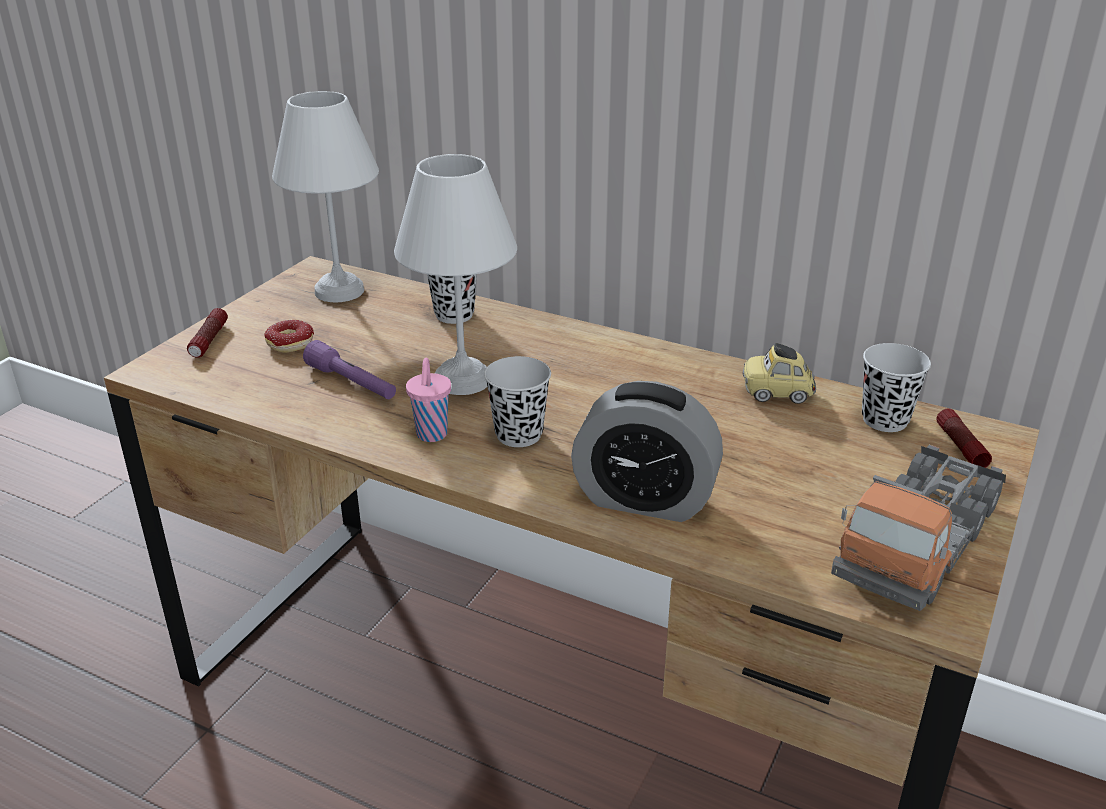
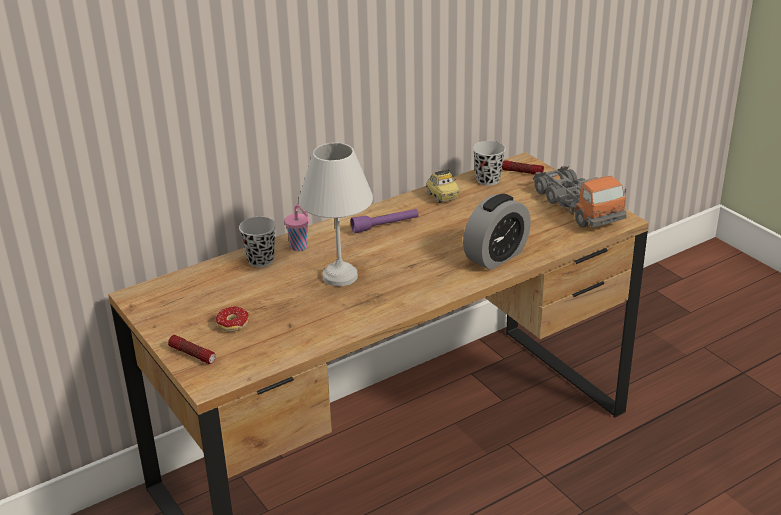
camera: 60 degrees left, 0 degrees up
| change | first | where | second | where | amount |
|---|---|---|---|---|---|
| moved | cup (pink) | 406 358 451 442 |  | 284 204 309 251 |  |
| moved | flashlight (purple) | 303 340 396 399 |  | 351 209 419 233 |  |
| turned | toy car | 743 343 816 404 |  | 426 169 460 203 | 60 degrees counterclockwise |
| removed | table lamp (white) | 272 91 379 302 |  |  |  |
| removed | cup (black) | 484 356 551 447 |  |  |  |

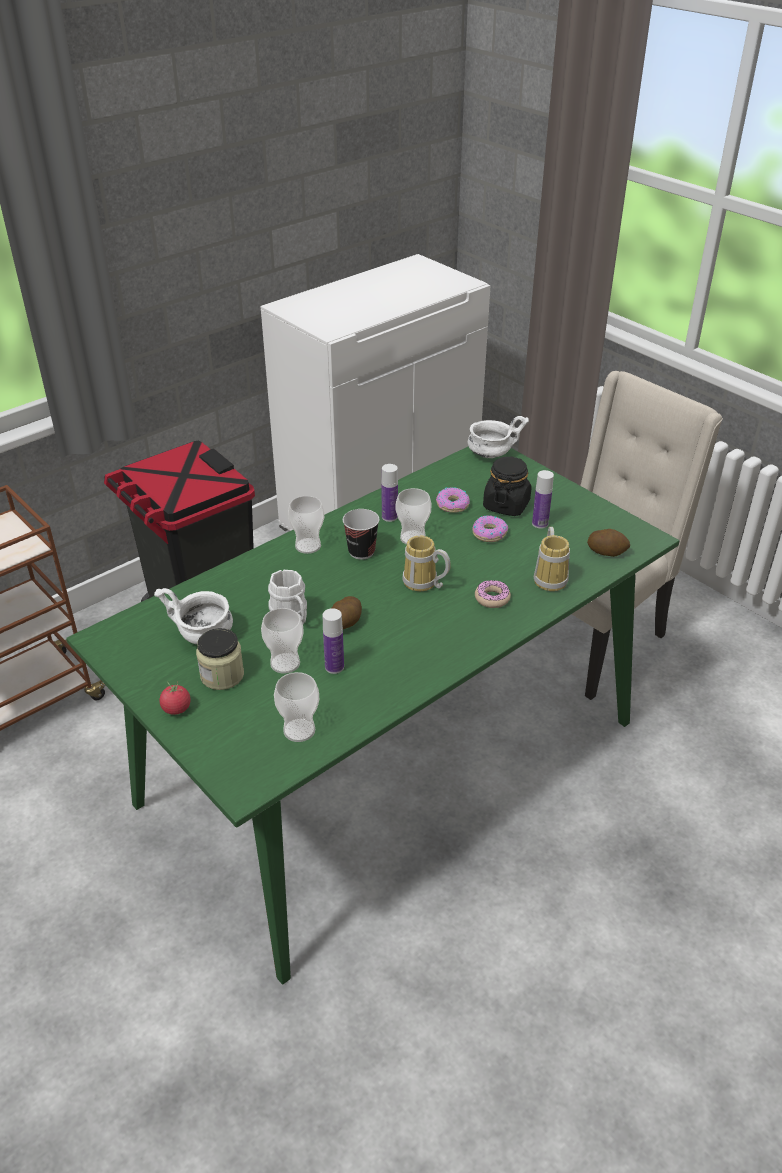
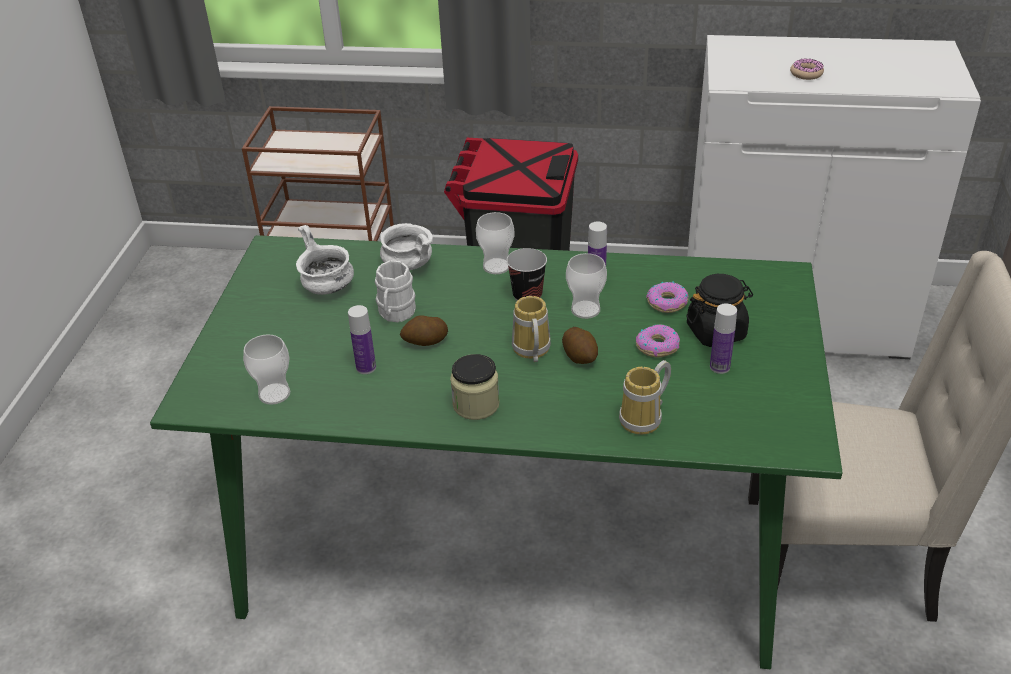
camera: 50 degrees right, 0 degrees up
| change | first | where | second | where | amount |
|---|---|---|---|---|---|
| moved | bowl (white) | 468 416 529 458 |  | 380 223 433 271 |  |
| moved | jar | 196 628 244 690 |  | 450 354 499 420 |  |
| moved | potato | 587 529 630 557 |  | 562 327 598 364 |  |
| moved | donut | 475 580 511 608 |  | 790 59 824 80 |  |
| removed | tomato | 160 682 191 715 |  |  |  |
| removed | cup | 261 608 304 674 |  |  |  |

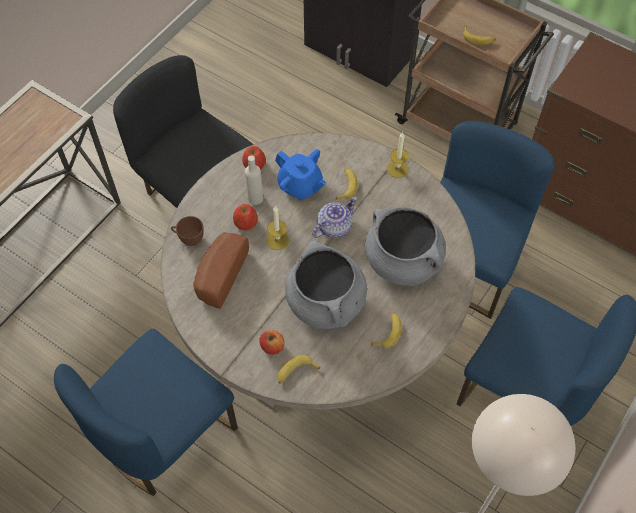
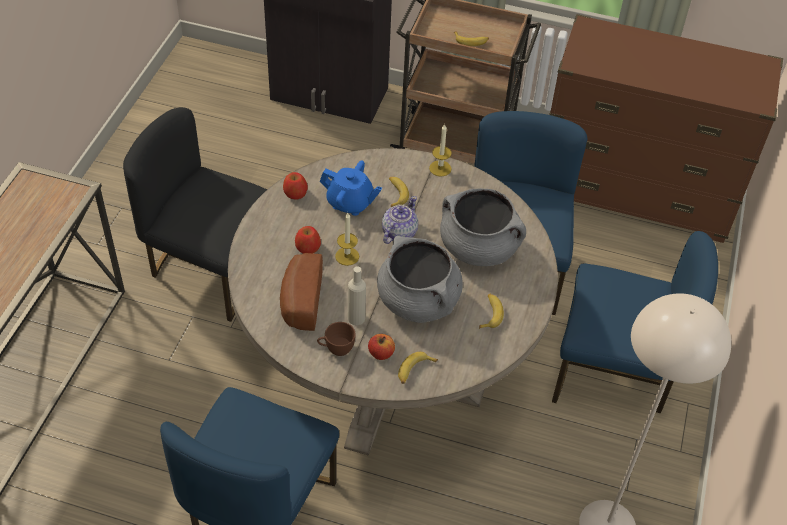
camera: 20 degrees left, 10 degrees down
| change | first | where | second | where | amount |
|---|---|---|---|---|---|
| moved | cup (brown) | 171 216 204 246 |  | 317 322 356 356 |  |
| moved | bottle (beige) | 245 155 263 205 |  | 348 266 366 325 |  |

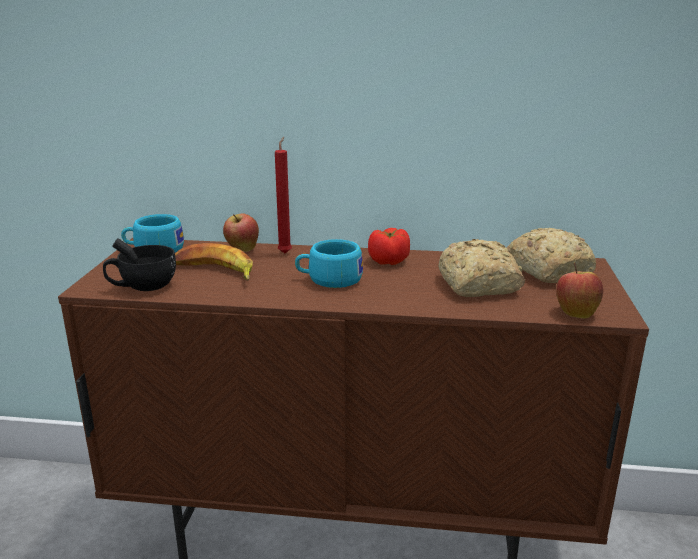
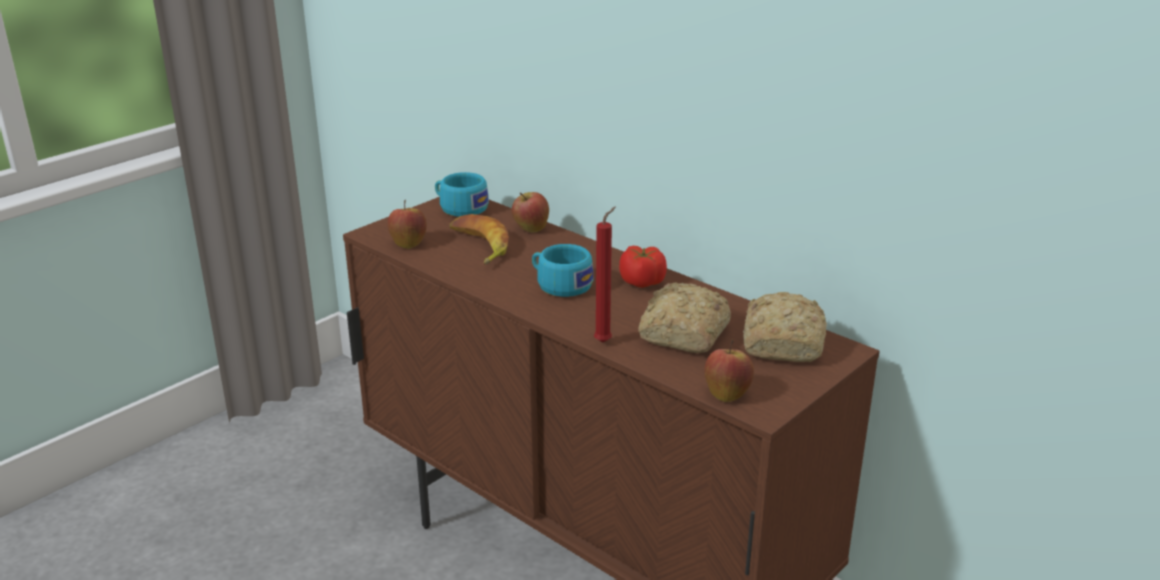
camera: 35 degrees right, 5 degrees up
| change | first | where | second | where | amount |
|---|---|---|---|---|---|
| replaced | cup (black) | 103 238 176 291 | apple | 388 200 427 249 |  |
| moved | candle (red) | 275 136 292 253 |  | 594 207 616 342 |  |

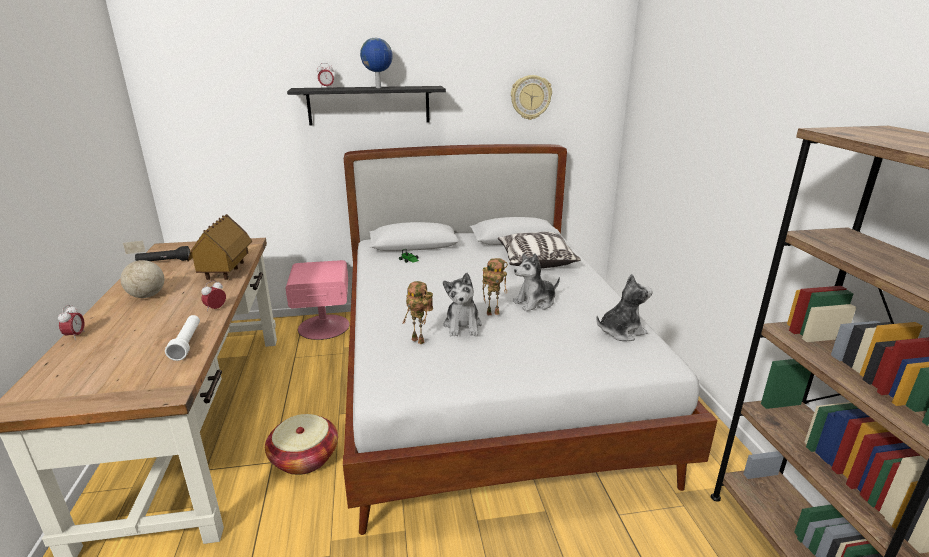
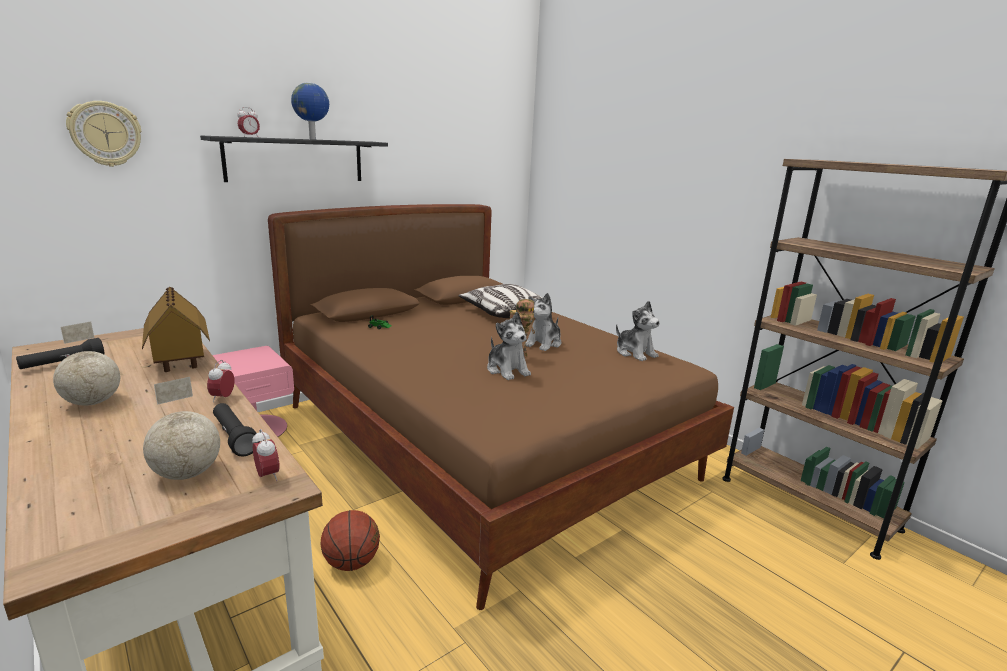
camera: 30 degrees left, 5 degrees down
| change | first | where | second | where | amount |
|---|---|---|---|---|---|
| moved | wall clock | 511 75 552 120 |  | 66 101 141 167 |  |
| added |  |  | globe | 143 377 220 480 |  |
| recoloured | flashlight (white) | 165 315 200 361 | flashlight (black) | 213 403 260 456 |  |
| moved | alarm clock | 58 305 85 340 |  | 252 429 280 481 |  |
| recoloured | bed (white) | 343 144 718 535 | bed (brown) | 268 204 734 610 |  |
| replaced | basket | 265 414 338 475 | basketball | 320 510 380 571 |  |
| turned | plush toy | 596 274 652 341 |  | 616 301 660 361 | 105 degrees clockwise |
| removed | toy robot | 402 281 433 345 |  |  |  |

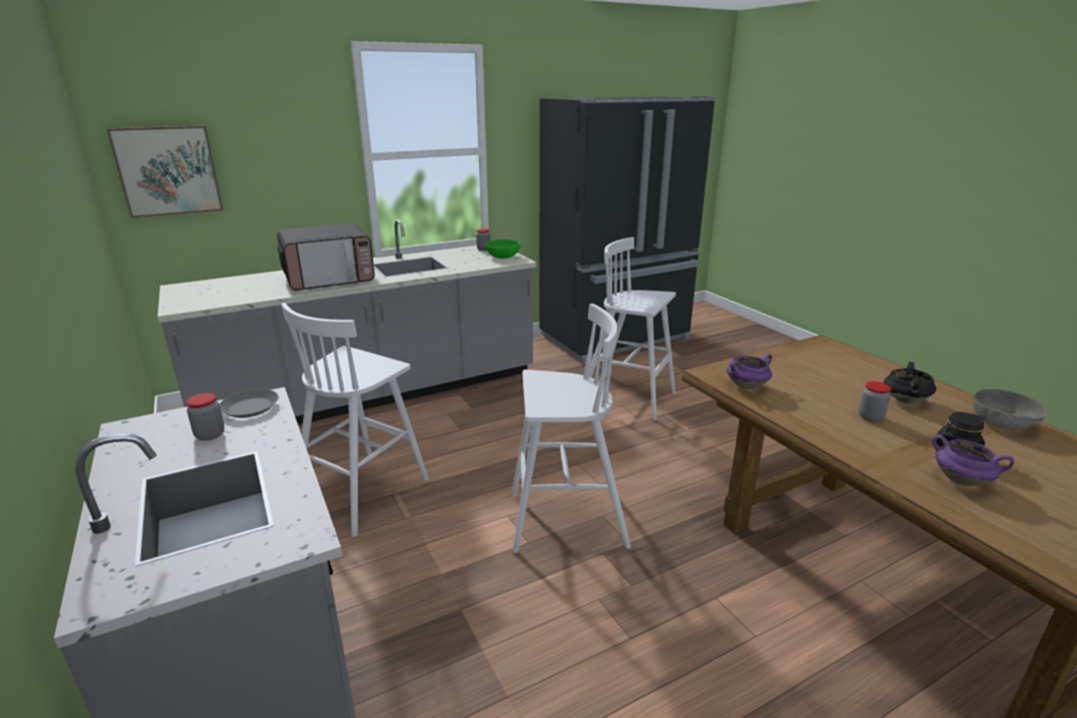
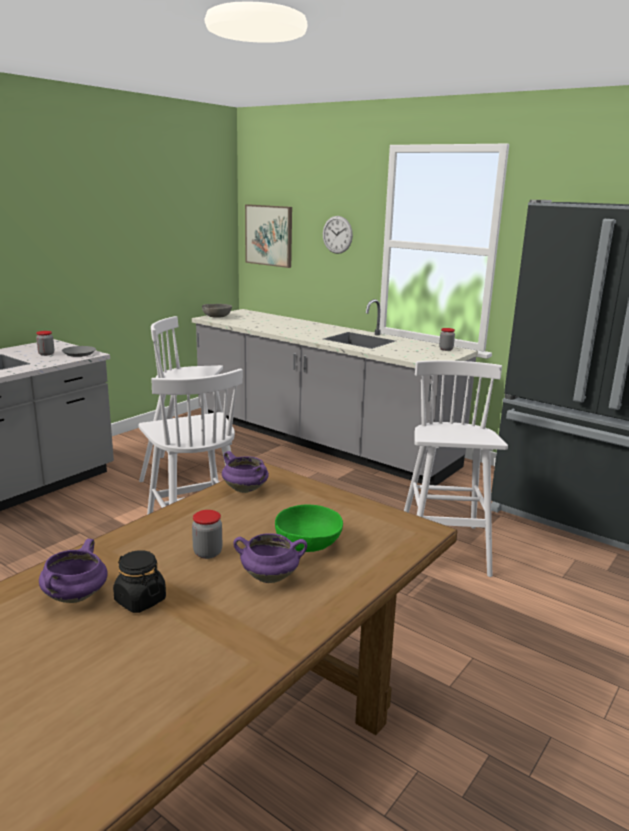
camera: 65 degrees right, 5 degrees down
| change | first | where | second | where | amount |
|---|---|---|---|---|---|
| moved | bowl (grey) | 973 389 1048 430 |  | 202 304 232 318 |  |
| recoloured | cooking pot (black) | 884 362 936 404 | cooking pot (purple) | 233 533 307 583 |  |
| moved | bowl (green) | 485 239 521 259 |  | 275 504 343 552 |  |
| added |  |  | wall clock | 323 216 353 254 |  |
| removed | microwave | 277 223 375 290 |  |  |  |

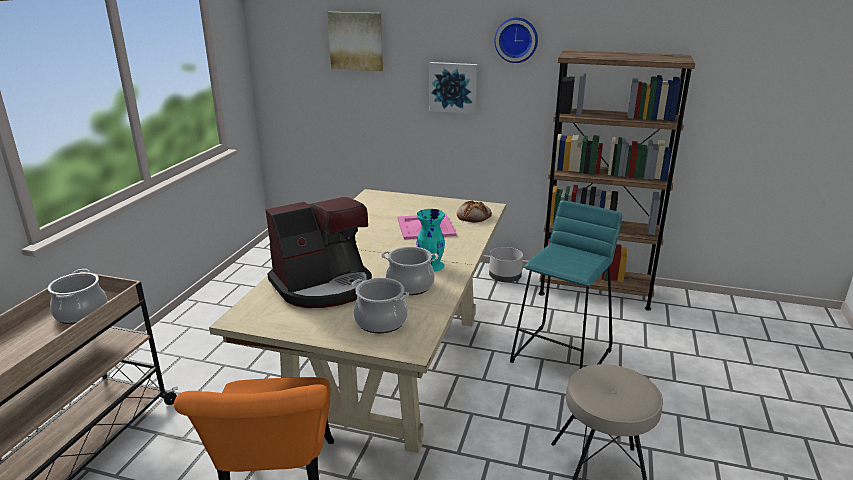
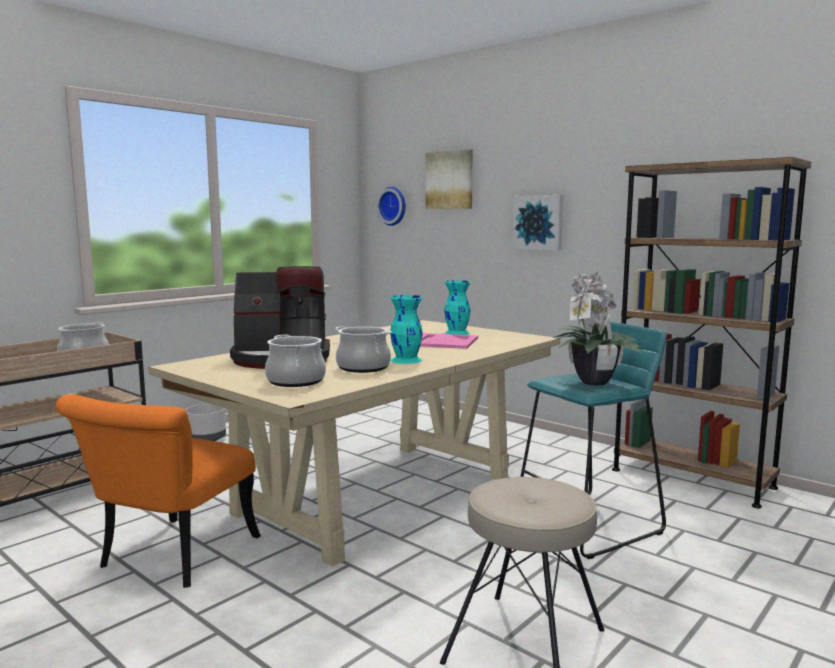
camera: 25 degrees right, 15 degrees down
| change | first | where | second | where | amount |
|---|---|---|---|---|---|
| moved | planter (grey) | 489 247 523 282 |  | 185 404 226 441 |  |
| moved | wall clock | 494 18 538 63 |  | 377 187 406 226 |  |
| added |  |  | vase (turquoise) | 444 280 471 335 |  |
| added |  |  | potted plant | 549 272 641 386 |  |
| removed | bread | 457 201 492 222 |  |  |  |

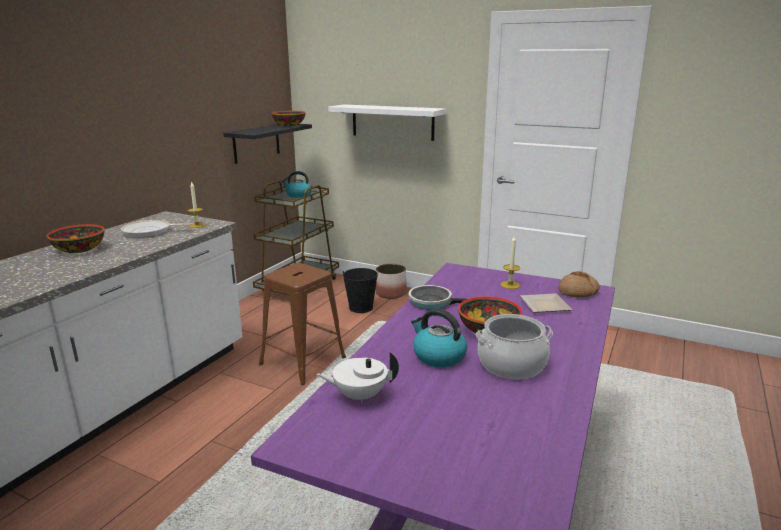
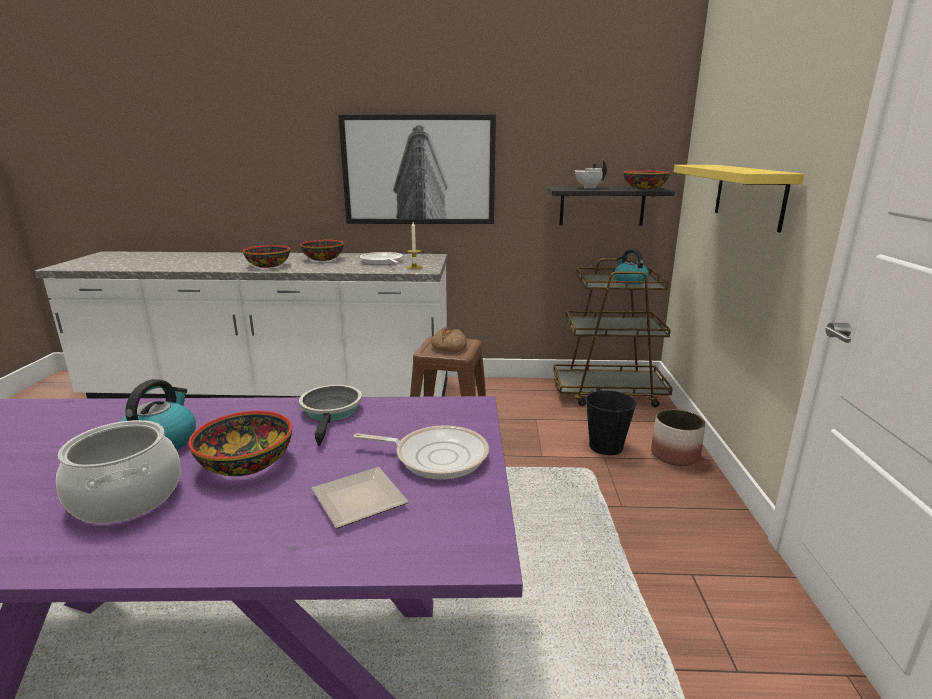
camera: 65 degrees right, 0 degrees up
| change | first | where | second | where | amount |
|---|---|---|---|---|---|
| added |  |  | bowl | 243 245 290 268 |  |
| added |  |  | picture | 338 114 496 224 |  |
| replaced | candle | 501 236 520 289 | frying pan | 354 425 489 479 |  |
| moved | bread | 558 271 599 297 |  | 431 327 467 352 |  |
| moved | teapot (white) | 317 352 399 404 |  | 574 160 607 189 |  |
| recoloured | shelf (white) | 328 104 446 141 | shelf (yellow) | 674 165 804 233 |  |

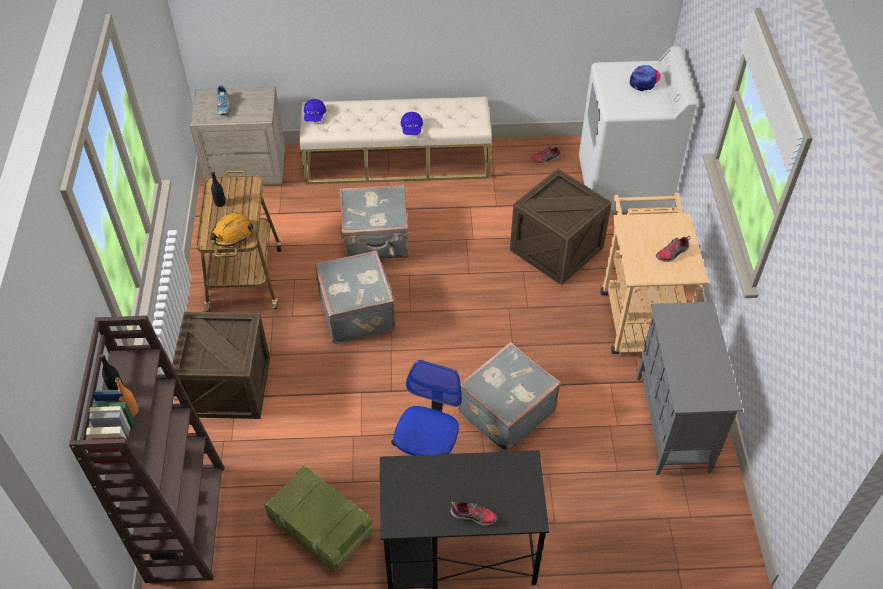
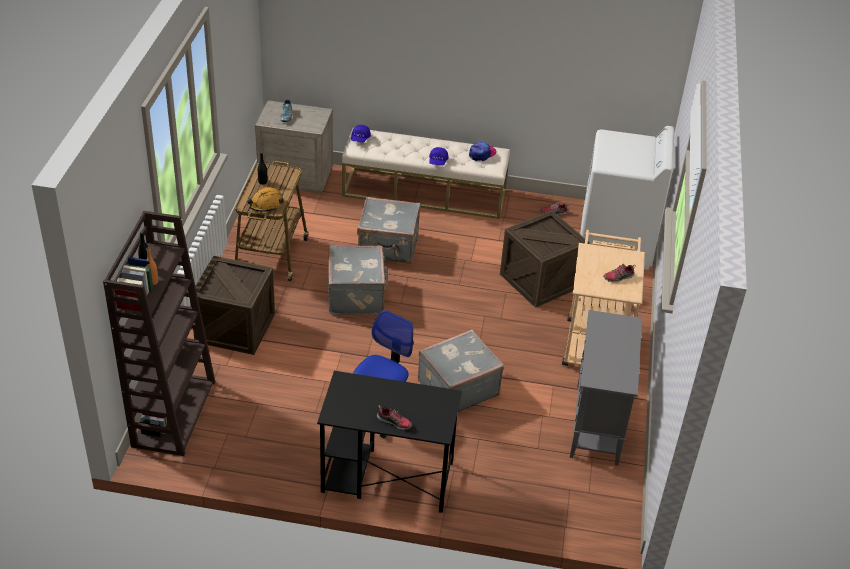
camera: 10 degrees right, 10 degrees down
| change | first | where | second | where | amount |
|---|---|---|---|---|---|
| moved | cap | 630 65 660 91 |  | 469 142 496 161 |  |
| removed | crate | 264 465 373 573 |  |  |  |

